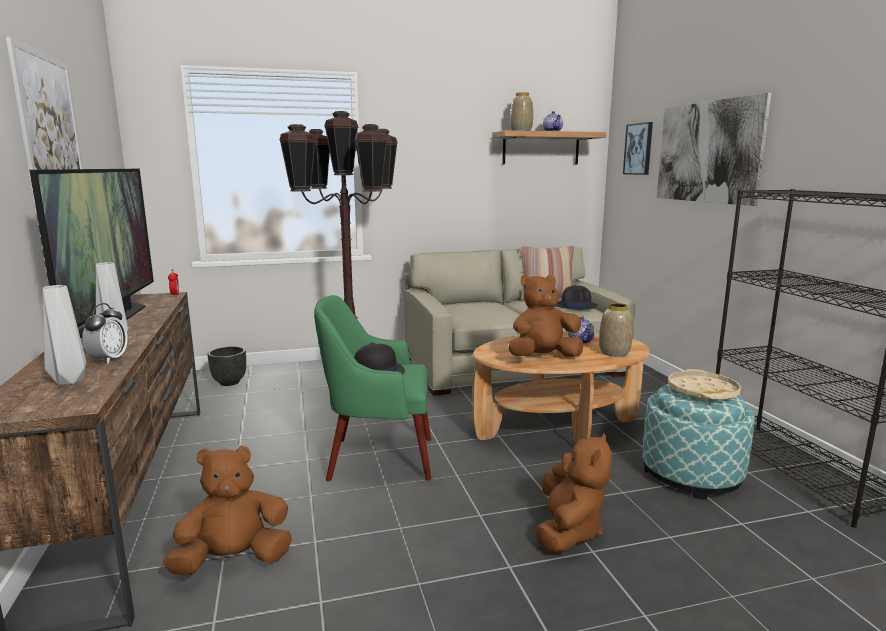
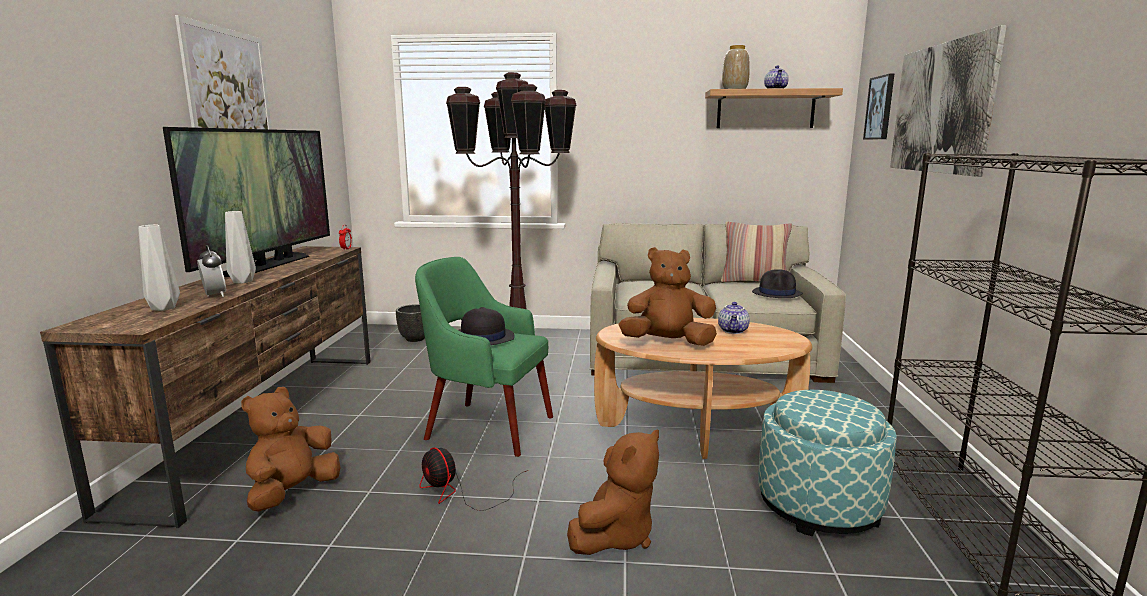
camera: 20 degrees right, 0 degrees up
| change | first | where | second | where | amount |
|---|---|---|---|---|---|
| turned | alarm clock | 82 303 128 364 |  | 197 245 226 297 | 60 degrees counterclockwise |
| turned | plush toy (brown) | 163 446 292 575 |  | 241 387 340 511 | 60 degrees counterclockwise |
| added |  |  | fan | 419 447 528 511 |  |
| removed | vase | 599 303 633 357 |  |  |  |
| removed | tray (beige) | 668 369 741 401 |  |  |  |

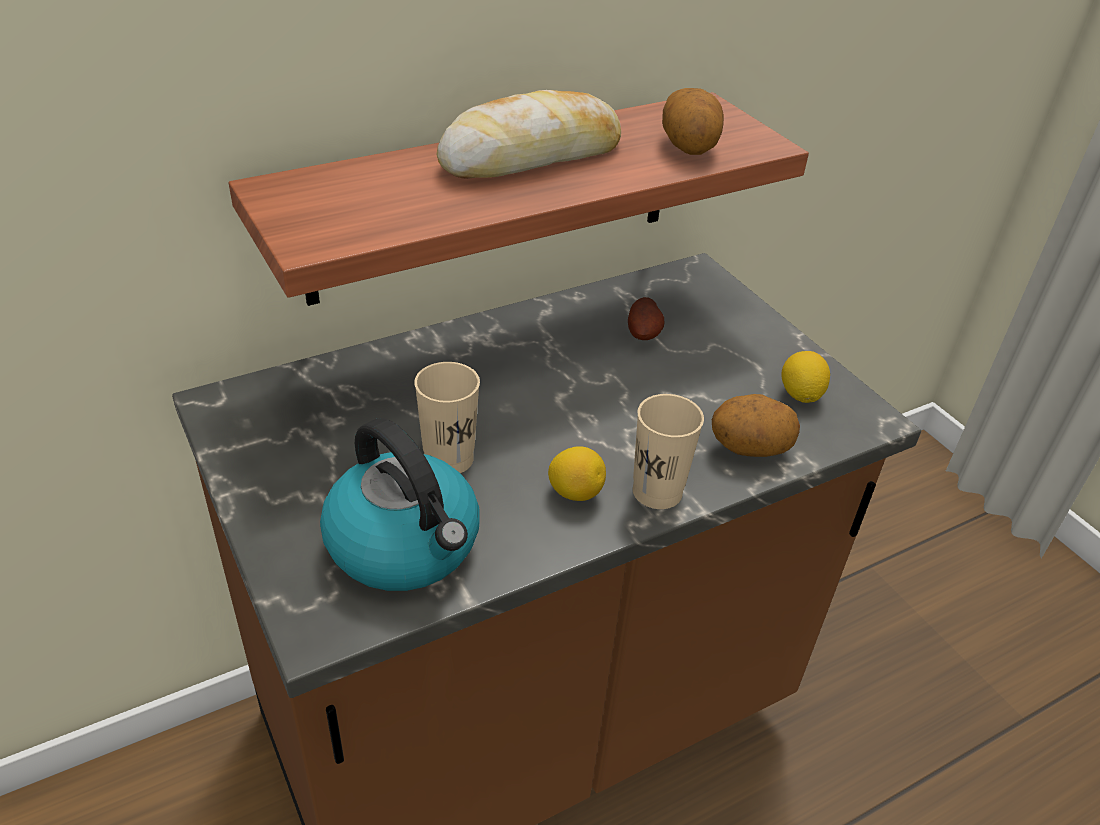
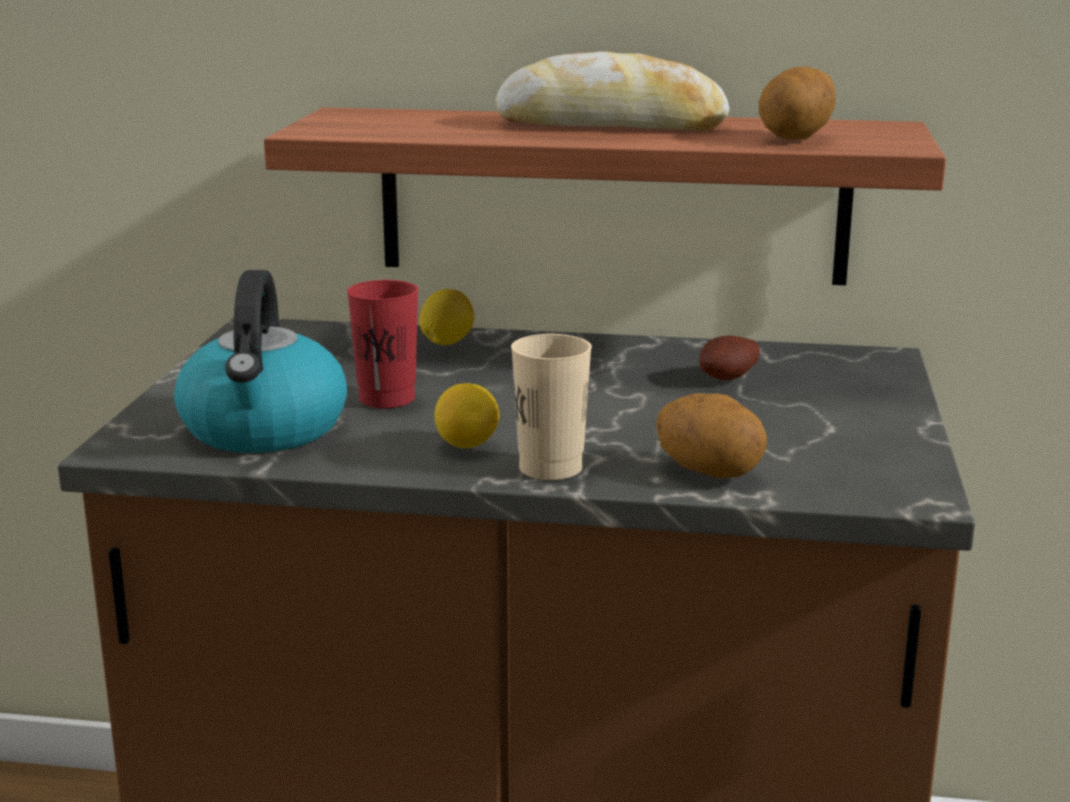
camera: 40 degrees right, 20 degrees down
| change | first | where | second | where | amount |
|---|---|---|---|---|---|
| recoloured | cup (beige) | 414 362 480 473 | cup (red) | 347 280 419 408 |  |
| moved | lemon | 781 351 830 403 |  | 419 289 474 345 |  |

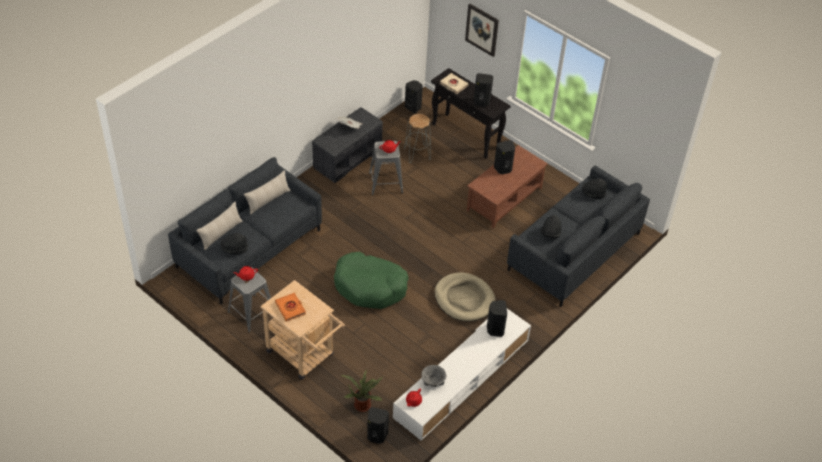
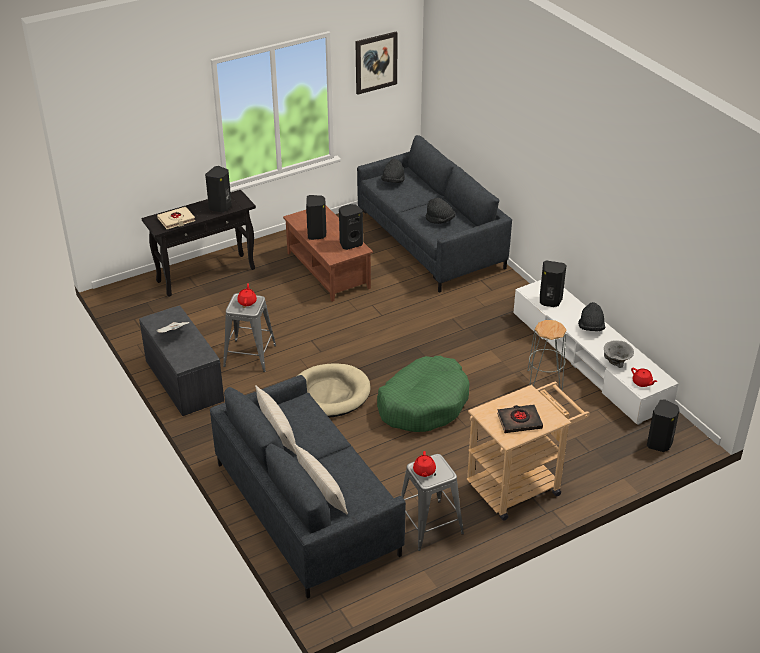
camera: 70 degrees left, 10 degrees down
| change | first | where | second | where | amount |
|---|---|---|---|---|---|
| moved | dog bed (beige) | 435 273 495 322 |  | 297 363 371 418 |  |
| moved | speaker (black) | 405 80 423 113 |  | 339 204 363 250 |  |
| moved | picture | 465 3 499 57 |  | 355 32 398 95 |  |
| recoloured | book (orange) | 275 293 306 322 | book (black) | 497 404 543 433 |  |
| moved | stool (grey) | 404 114 431 163 |  | 527 320 567 391 |  |
| moved | hat (black) | 220 233 248 255 |  | 578 302 605 331 |  |
| removed | potted plant | 341 370 383 412 |  |  |  |

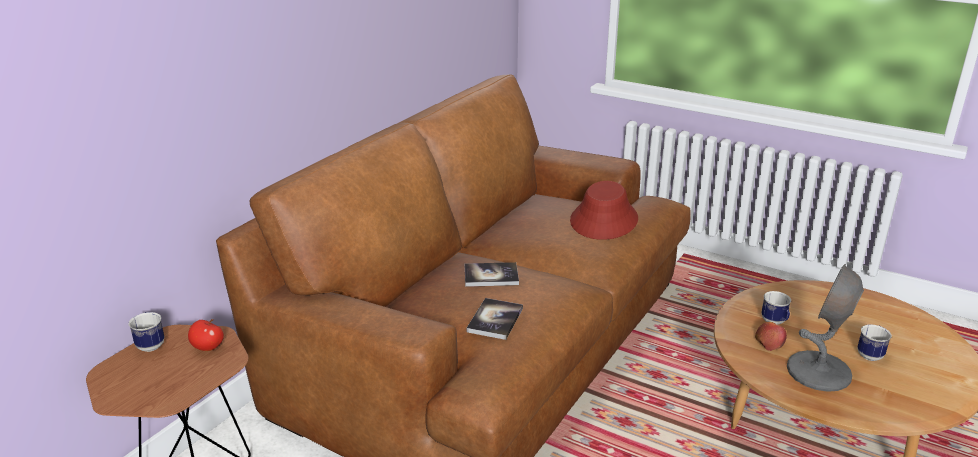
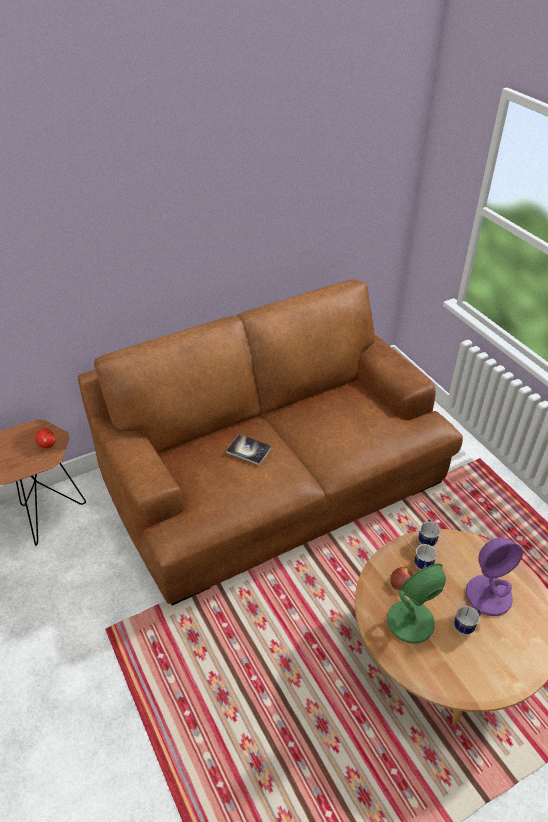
camera: 30 degrees right, 15 degrees up
| change | first | where | second | where | amount |
|---|---|---|---|---|---|
| recoloured | table lamp (grey) | 787 264 864 392 | table lamp (green) | 387 563 446 644 |  |
| moved | mug | 129 312 164 352 |  | 418 519 440 546 |  |
| added |  |  | table lamp (purple) | 466 538 523 616 |  |
| removed | book | 467 298 523 340 |  |  |  |
| removed | hat (red) | 570 181 638 240 |  |  |  |

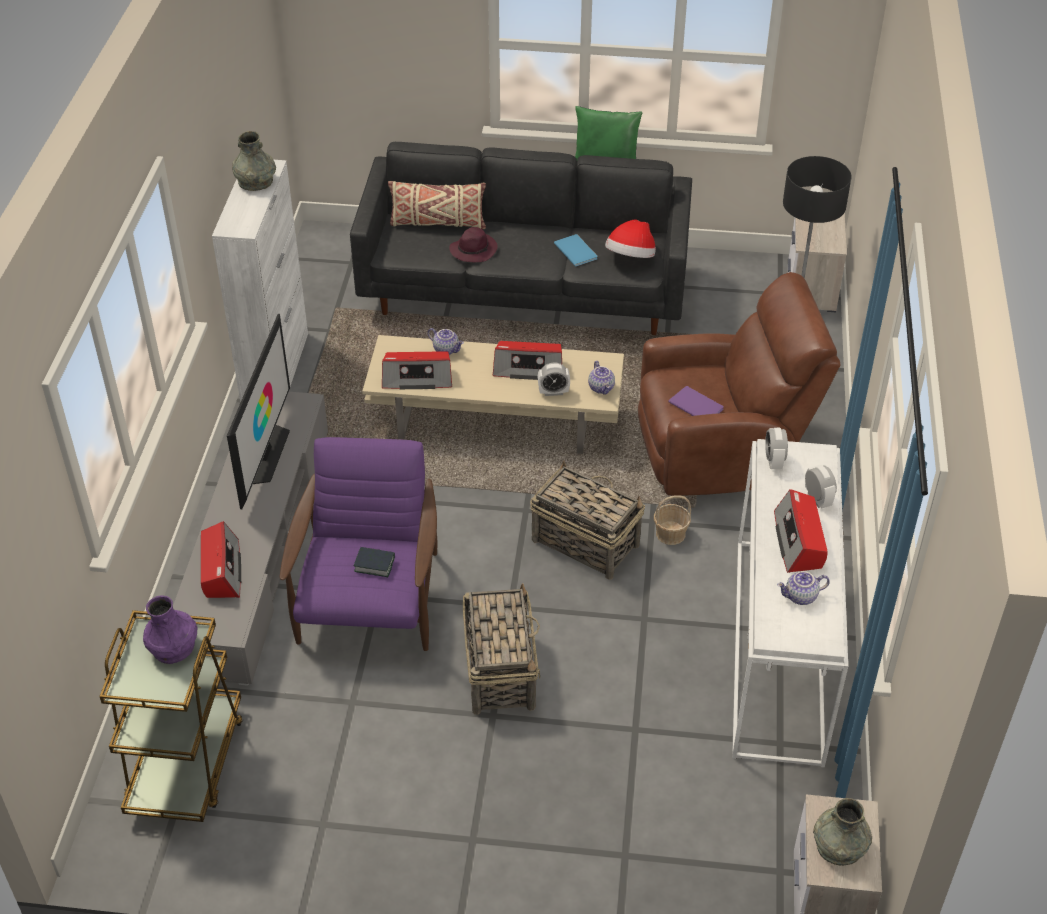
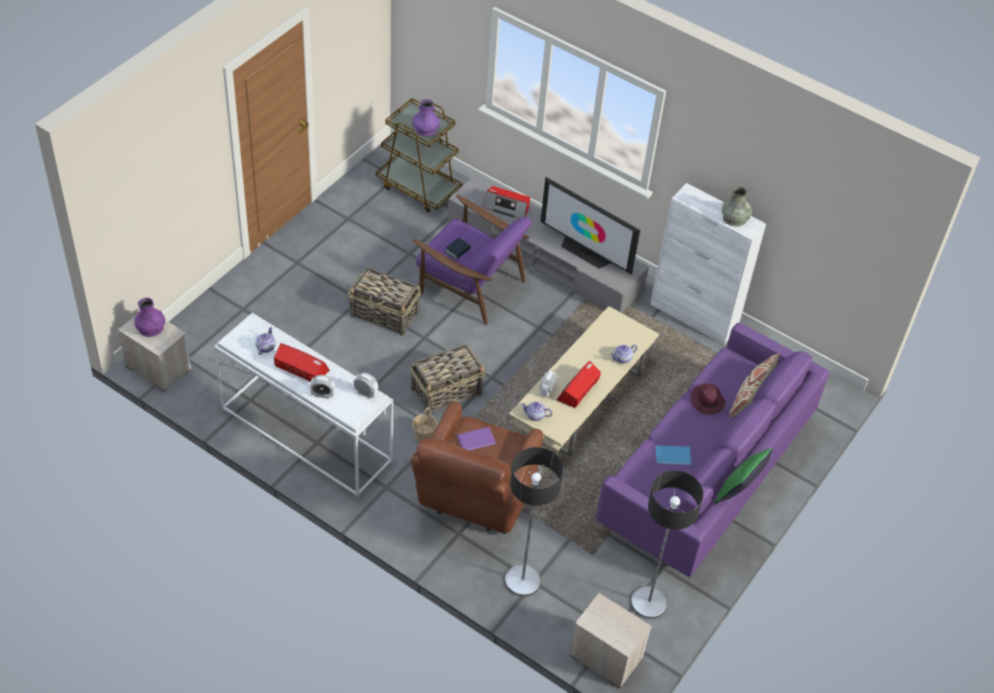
camera: 115 degrees right, 5 degrees up
| change | first | where | second | where | amount |
|---|---|---|---|---|---|
| recoloured | vase (grey) | 813 798 872 865 | vase (purple) | 134 298 165 337 |  |
| recoloured | sofa (black) | 350 142 692 335 | sofa (purple) | 596 323 830 578 |  |
| added |  |  | floor lamp | 631 470 703 619 |  |
| removed | radio | 382 351 452 389 |  |  |  |
| removed | hat | 605 219 656 258 |  |  |  |

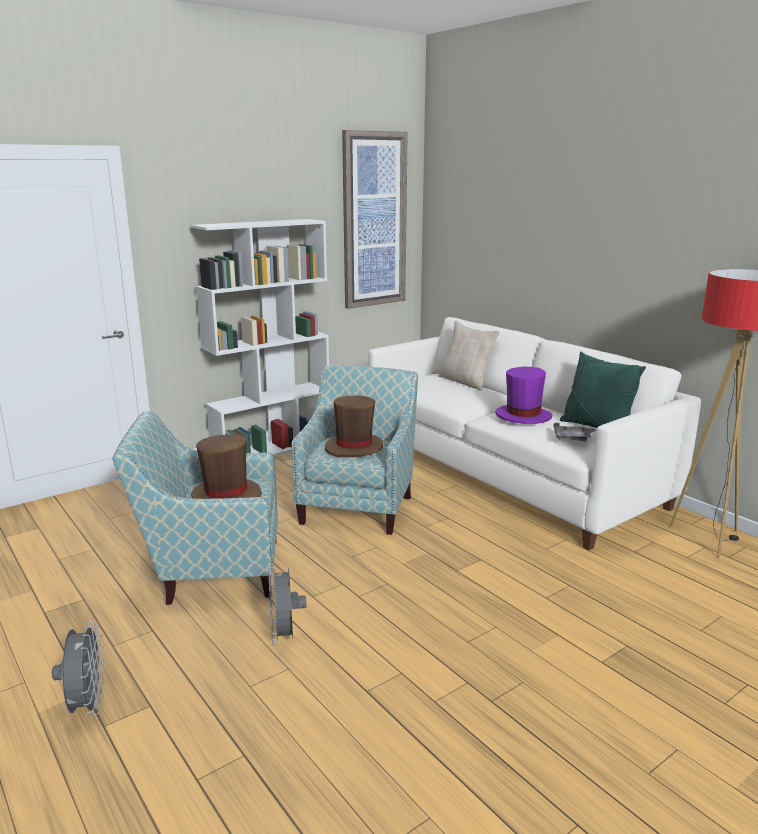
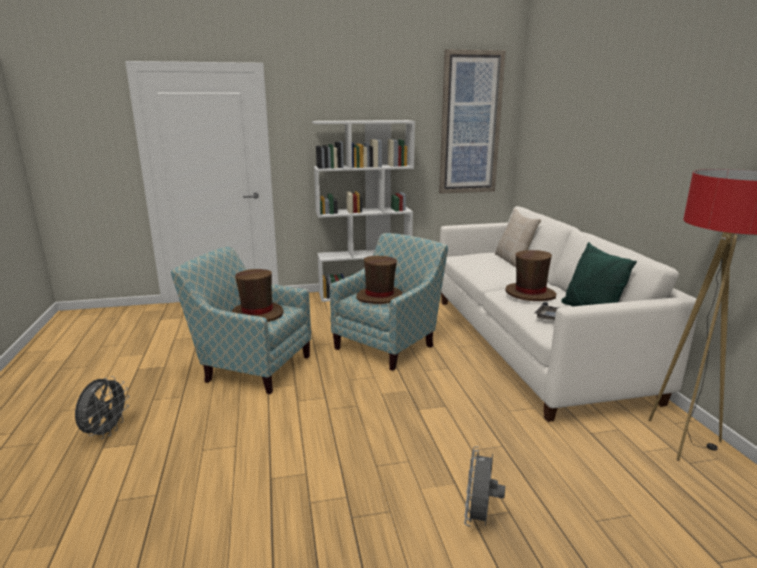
camera: 25 degrees right, 0 degrees up
| change | first | where | second | where | amount |
|---|---|---|---|---|---|
| moved | fan (grey) | 268 564 307 645 |  | 464 446 505 527 |  |
| recoloured | hat (purple) | 495 367 552 424 | hat (brown) | 505 250 557 301 |  |

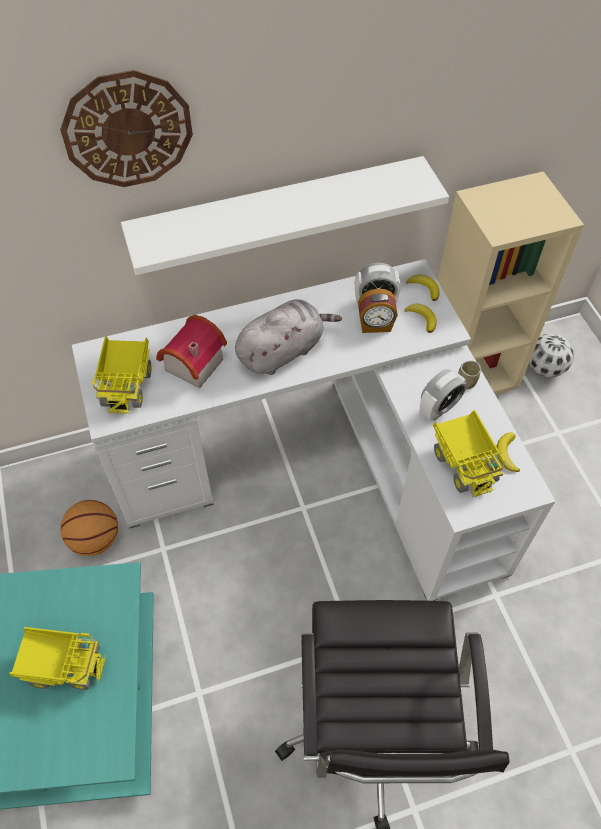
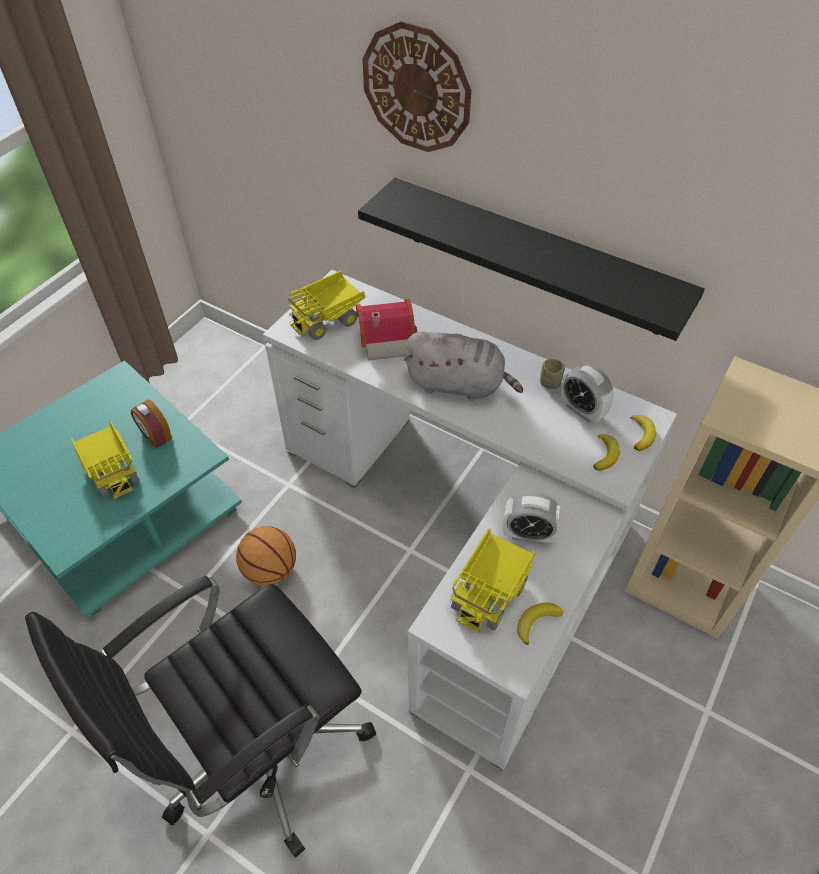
camera: 50 degrees right, 5 degrees down
| change | first | where | second | where | amount |
|---|---|---|---|---|---|
| moved | alarm clock | 358 289 398 333 |  | 131 399 172 449 |  |
| moved | basketball | 61 500 118 556 |  | 236 526 296 586 |  |
| recoloured | shelf (white) | 121 156 449 275 | shelf (black) | 358 178 705 341 |  |
| moved | cup | 458 361 481 389 |  | 540 359 565 389 |  |
| removed | football | 529 334 574 377 |  |  |  |

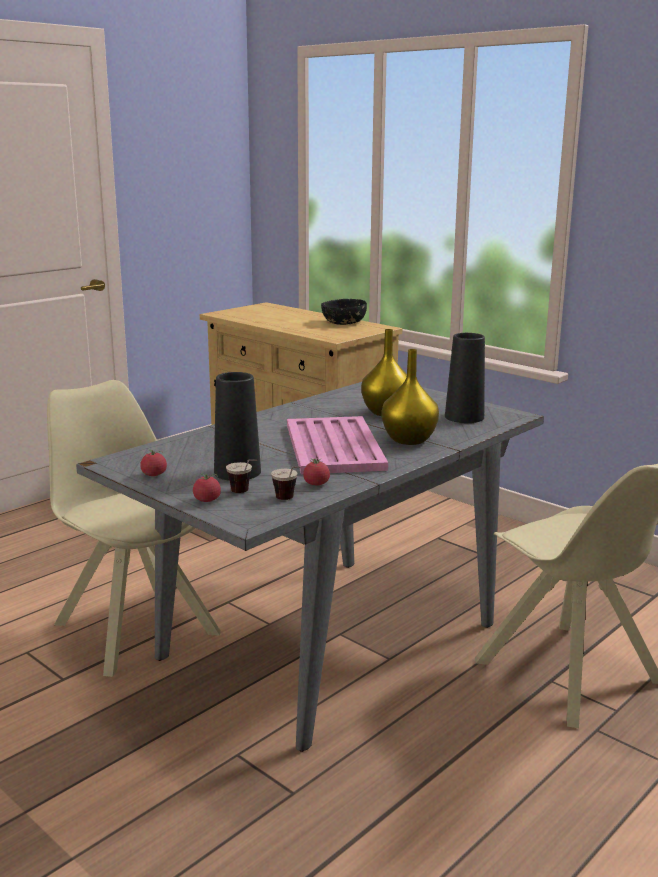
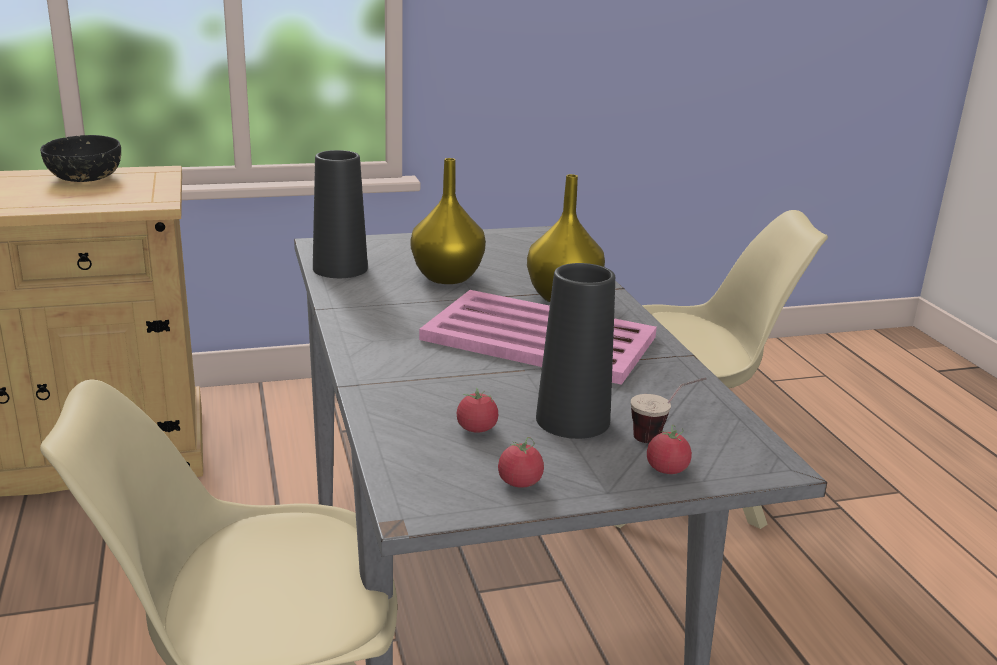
camera: 60 degrees left, 5 degrees up
| change | first | where | second | where | amount |
|---|---|---|---|---|---|
| moved | vase (black) | 445 333 485 423 |  | 313 150 368 278 |  |
| moved | tomato | 303 458 330 486 |  | 457 388 498 433 |  |
| removed | cup | 271 466 301 500 |  |  |  |

